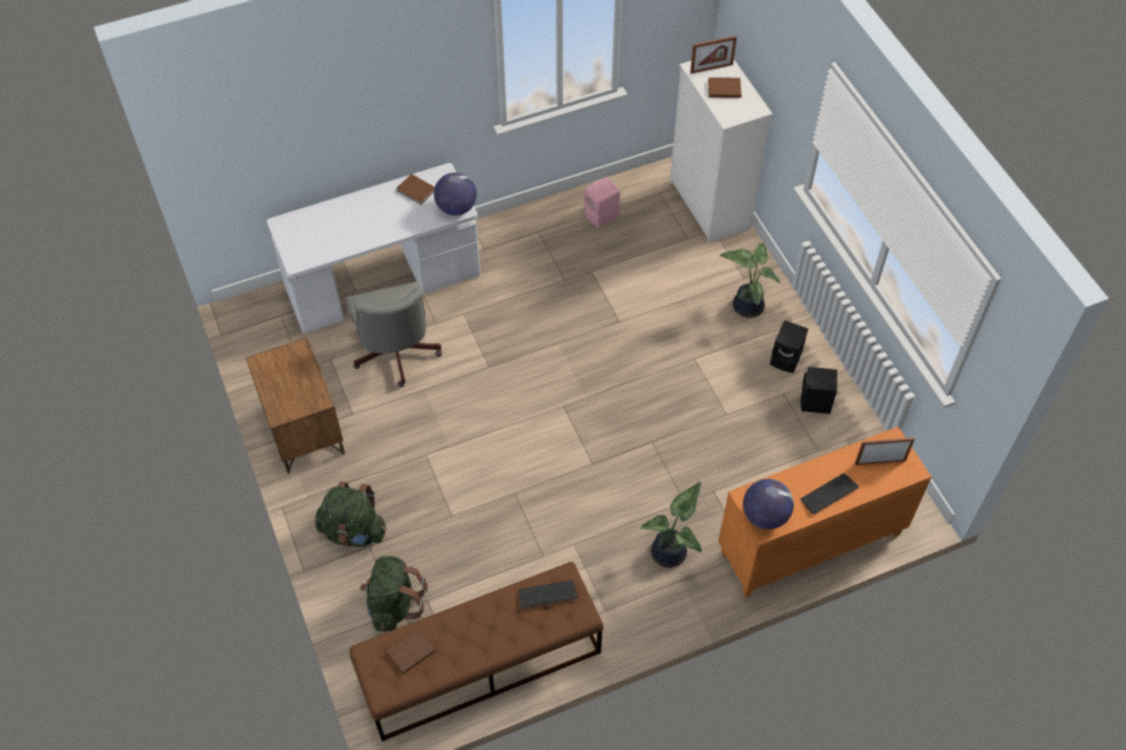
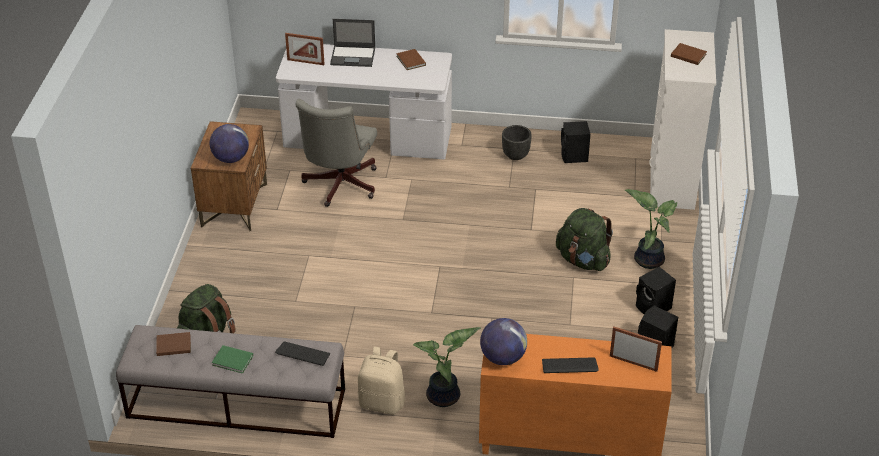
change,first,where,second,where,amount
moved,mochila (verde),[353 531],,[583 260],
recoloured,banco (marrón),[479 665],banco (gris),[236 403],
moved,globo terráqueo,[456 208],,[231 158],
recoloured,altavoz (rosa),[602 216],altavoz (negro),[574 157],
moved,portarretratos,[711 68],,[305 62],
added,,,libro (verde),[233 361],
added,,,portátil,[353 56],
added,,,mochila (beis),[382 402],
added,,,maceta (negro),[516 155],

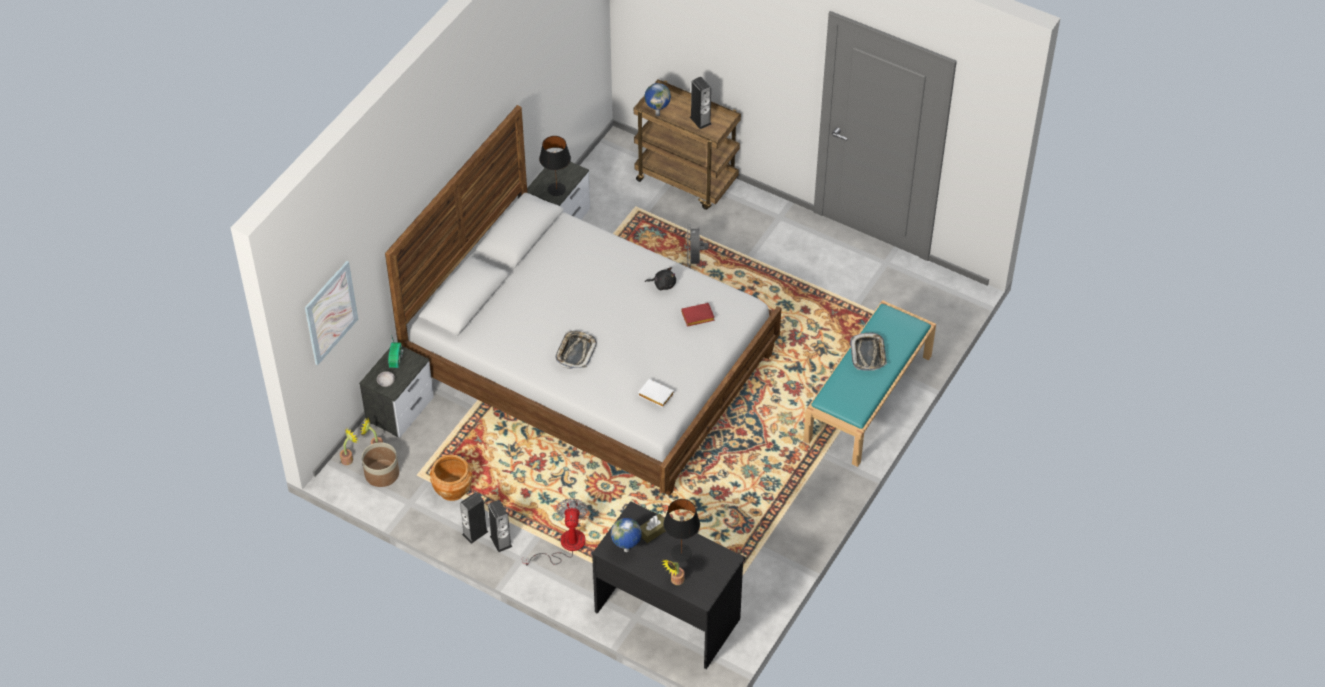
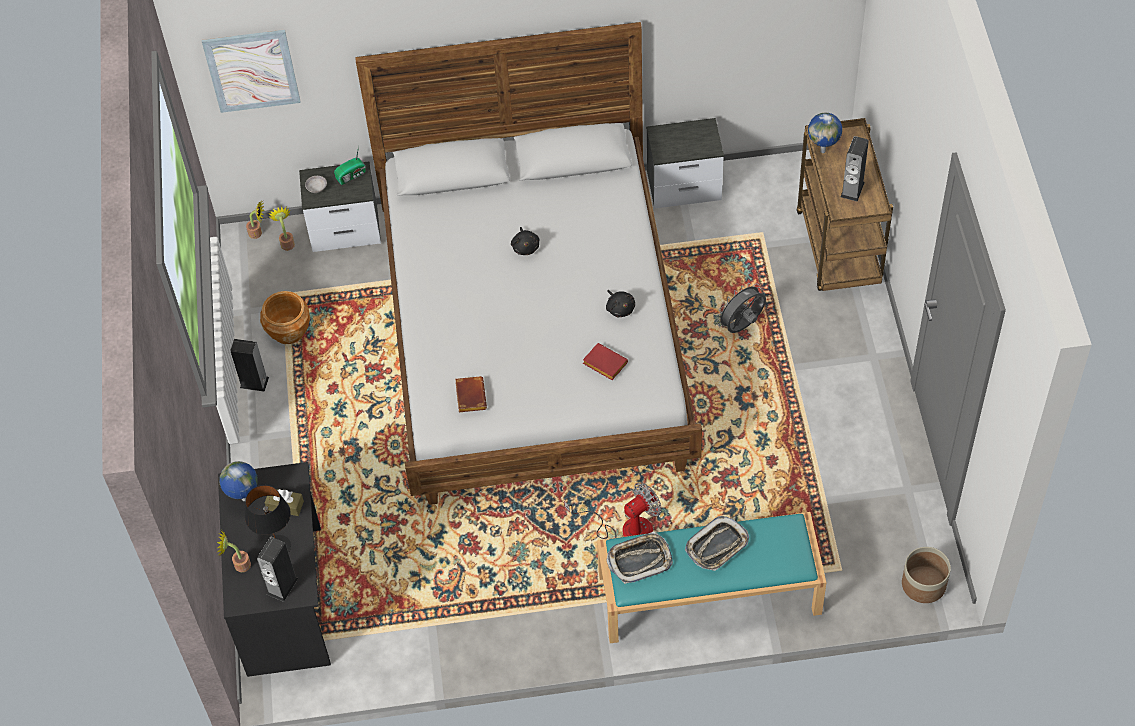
change,first,where,second,where,amount
moved,maceta,[382 473],,[924 584],
moved,altavoz,[501 541],,[282 586],
moved,ventilador,[564 546],,[625 528],
removed,lámpara de mesa (negro),[556 189],,,
moved,bandeja,[575 352],,[640 560],
recoloured,libro (blanco),[654 395],libro (marrón),[469 396],
added,,,peluche (negro),[525 247],

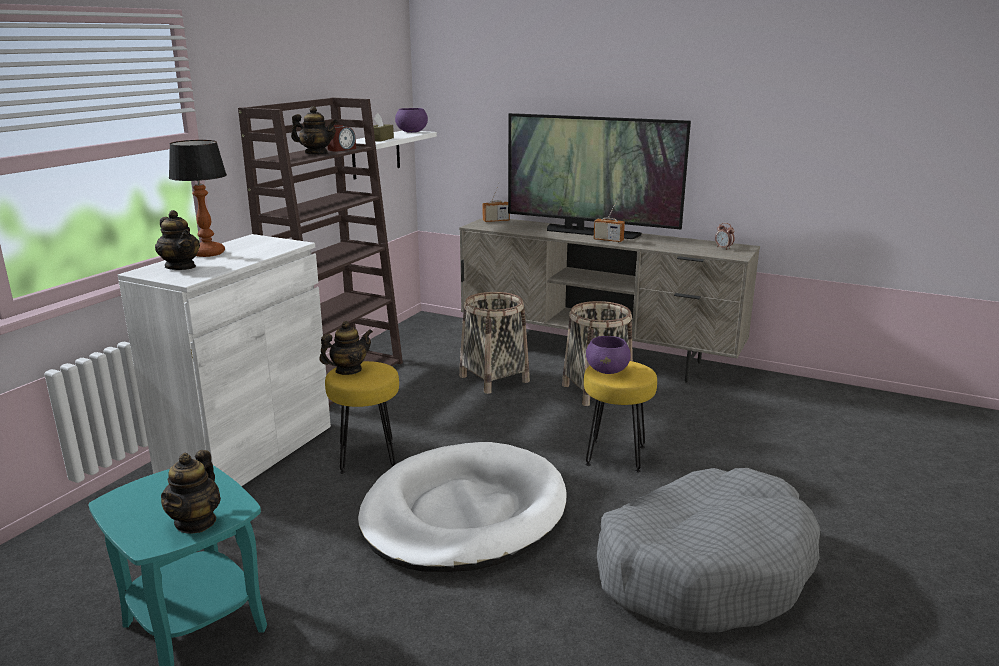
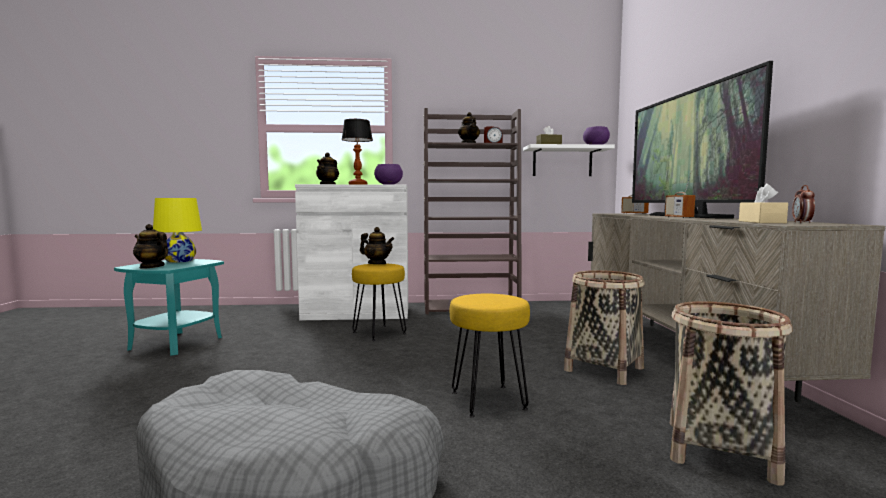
change,first,where,second,where,amount
turned,tetera,[196 522],,[151 267],45 degrees clockwise
removed,cama para perro (blanco),[464 514],,,
moved,cesta,[494 379],,[720 450],
moved,cuenco (morado),[607 371],,[388 184],
added,,,lámpara de mesa (amarillo),[180 261],
added,,,caja de pañuelos (beis),[761 222],

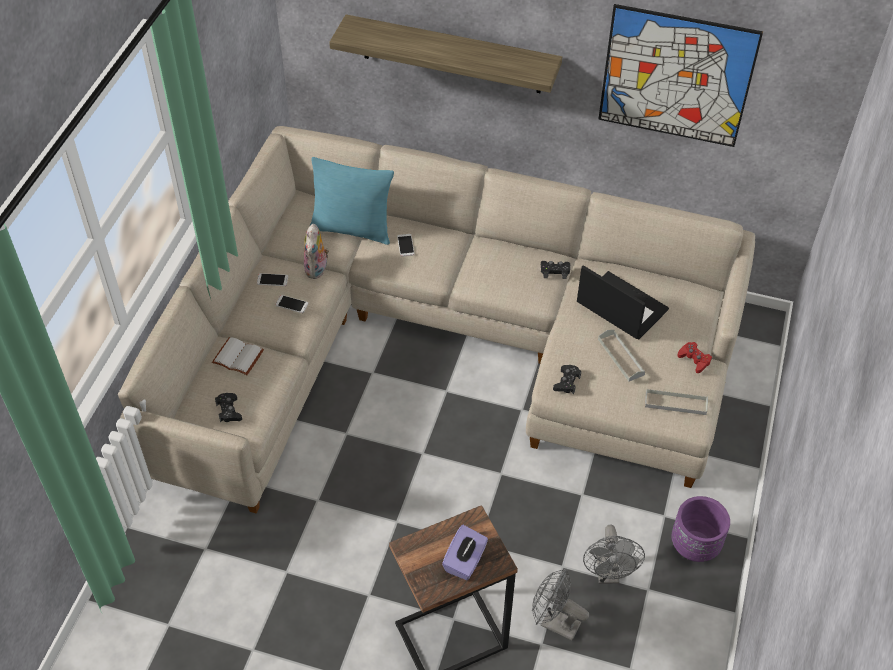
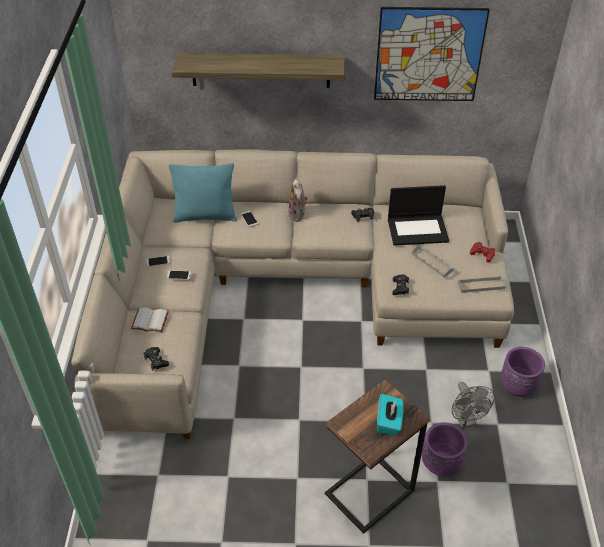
change,first,where,second,where,amount
moved,peluche,[317 270],,[298 215],
recoloured,caja de pañuelos (morado),[465 561],caja de pañuelos (turquesa),[389 422],
replaced,ventilador (gris),[554 622],maceta (morado),[441 463],
turned,portátil,[620 306],,[418 229],150 degrees clockwise

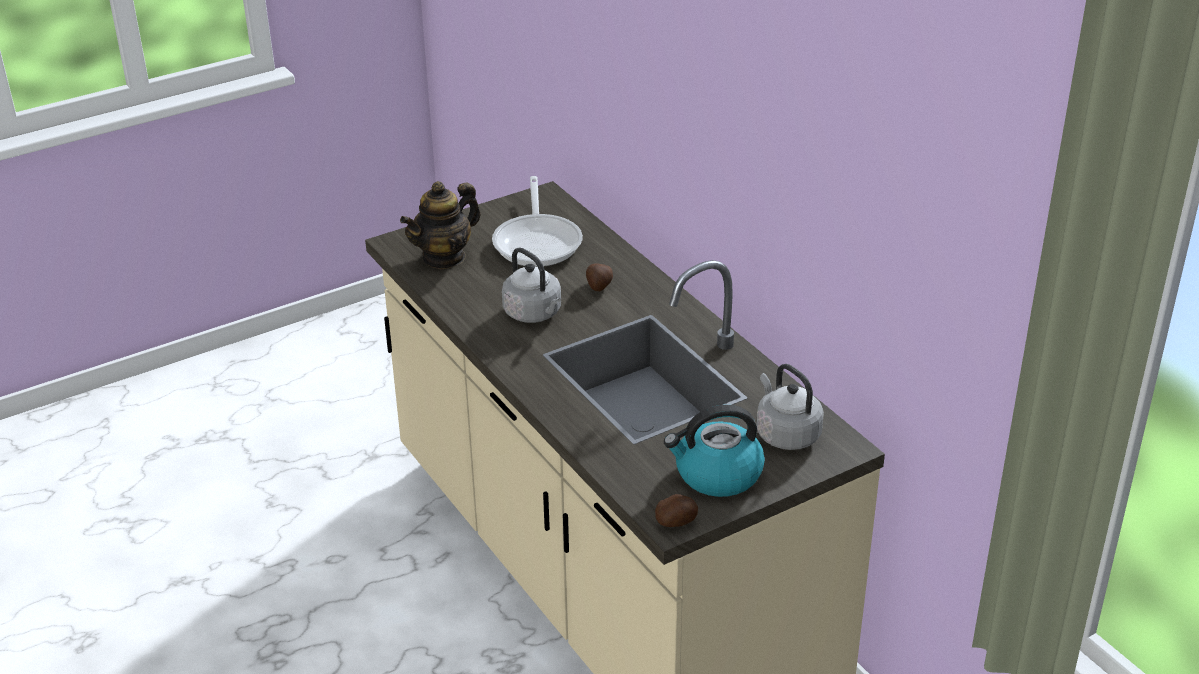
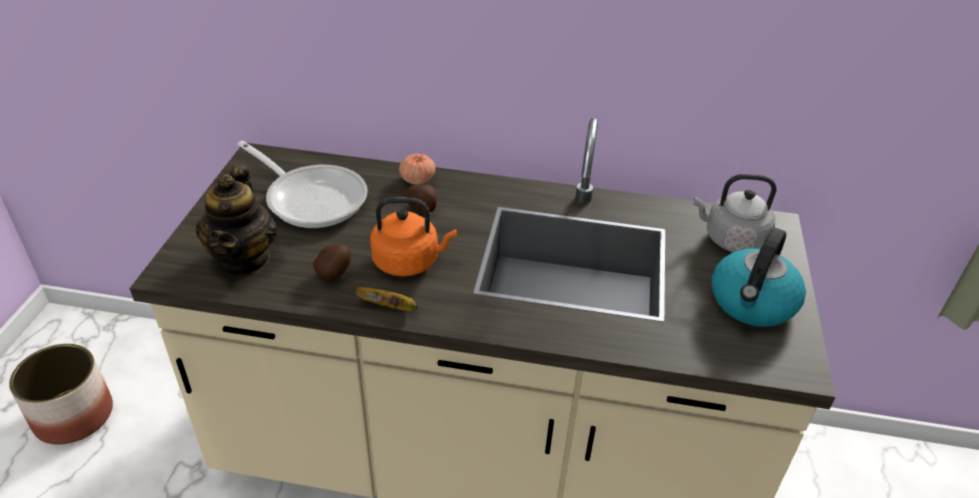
change,first,where,second,where,amount
recoloured,hervidor (gris),[534 314],hervidor (naranja),[409 262],
moved,patata,[676 522],,[335 272],
added,,,maceta,[74 416],
added,,,plátano,[389 307],
added,,,tomate,[417 179],

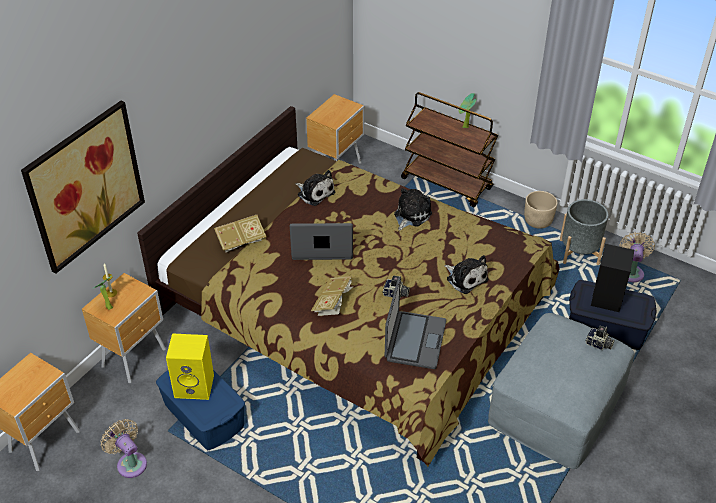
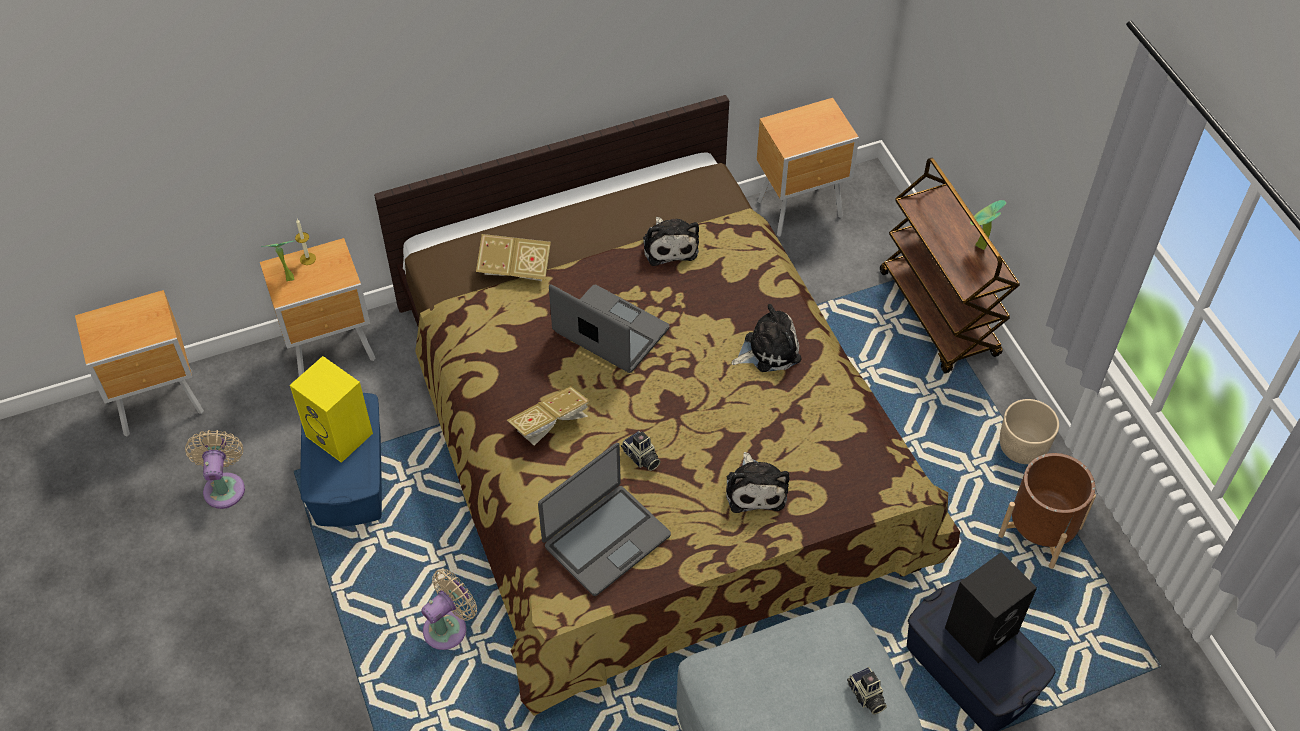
change,first,where,second,where,amount
removed,cuadro,[85 186],,,
recoloured,maceta (gris),[579 252],maceta (marrón),[1040 531],
moved,ventilador (beis),[631 272],,[449 627],

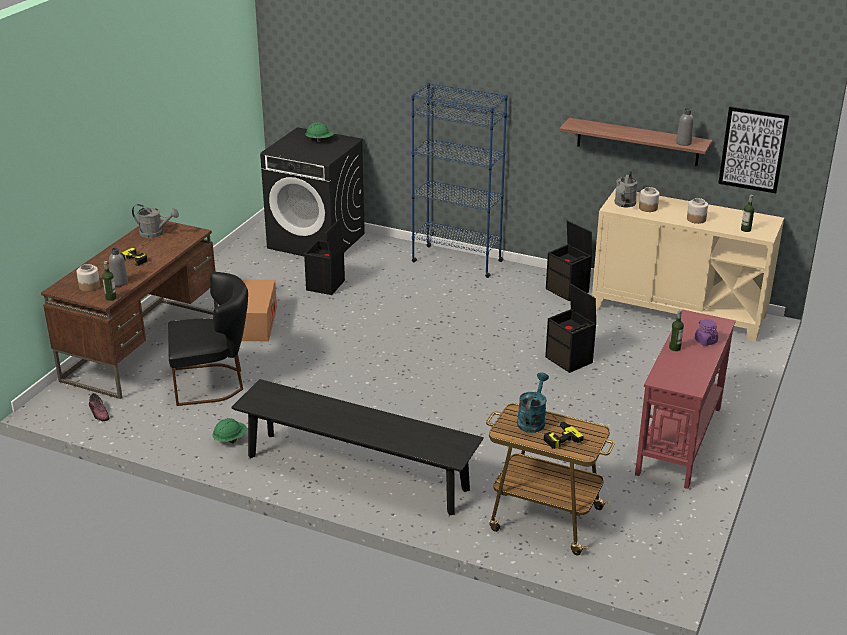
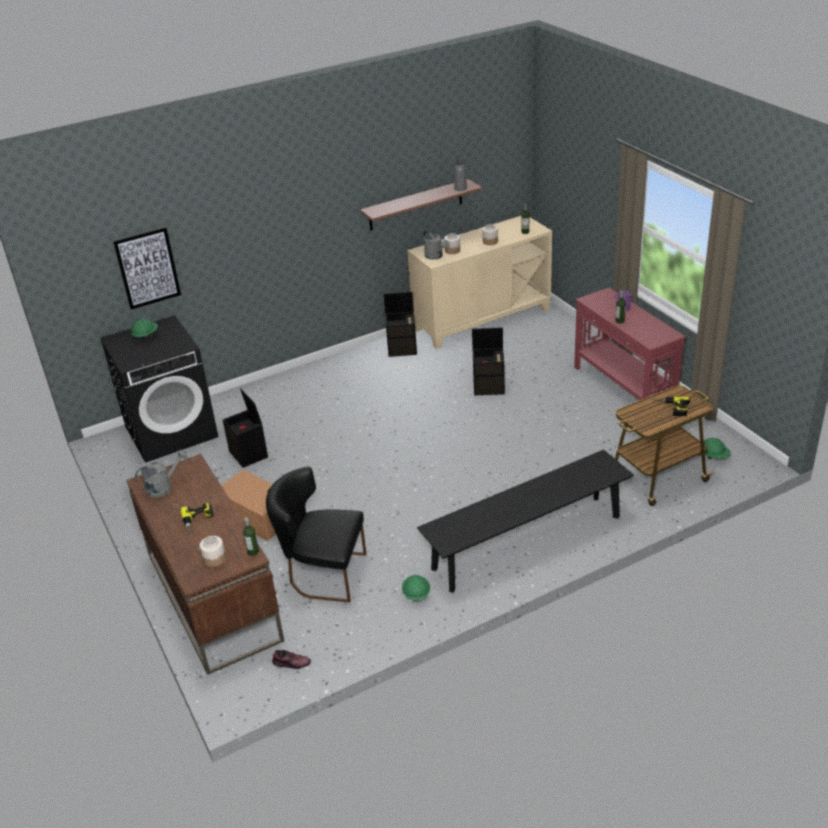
change,first,where,second,where,amount
removed,botella (gris),[119 282],,,
turned,silla (negro),[213 383],,[322 574],105 degrees counterclockwise
removed,estantería (azul),[456 261],,,
removed,regadera (turquesa),[532 420],,,
moved,cuadro,[753 149],,[147 268],
added,,,casco (verde),[714 456],

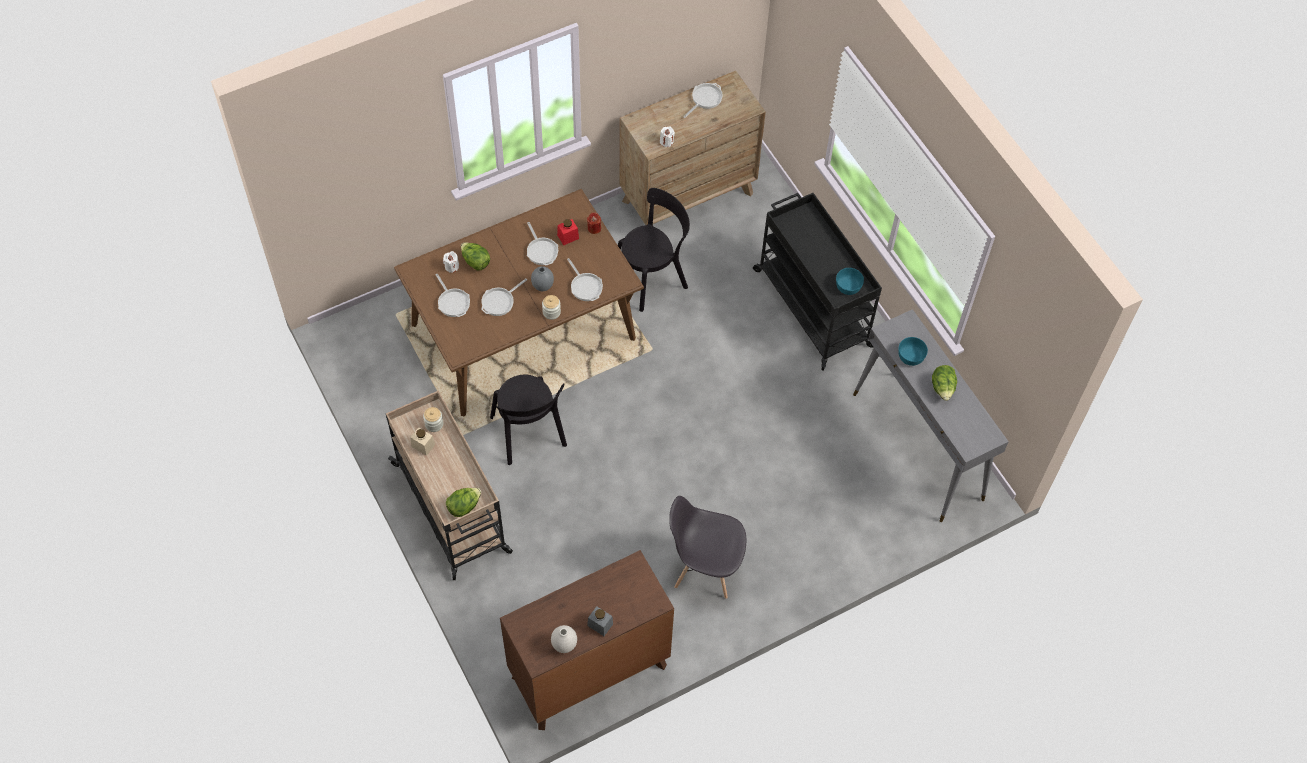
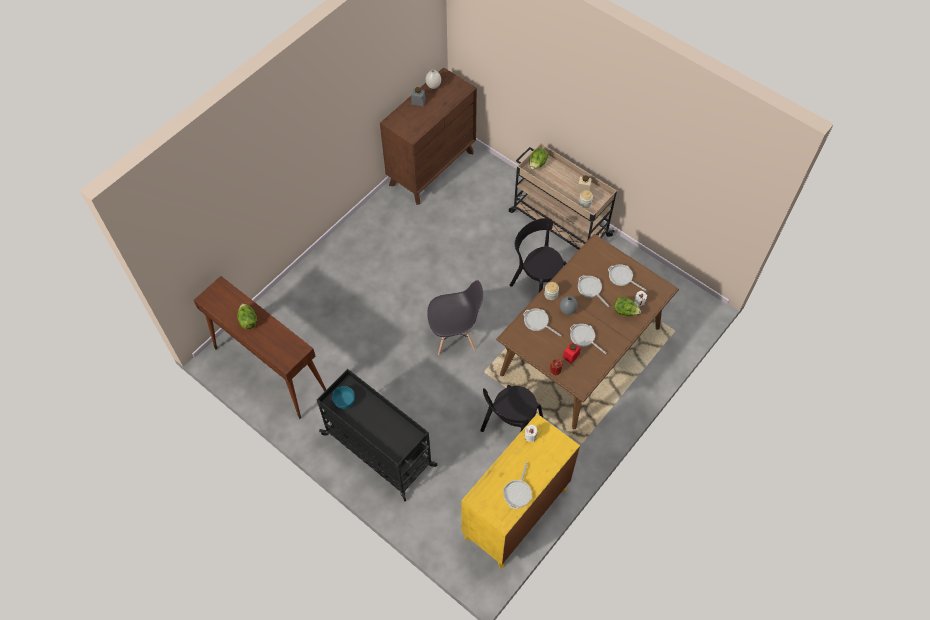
change,first,where,second,where,amount
turned,sartén,[500 301],,[590 289],60 degrees counterclockwise
recoloured,cómoda (marrón),[687 196],cómoda (amarillo),[516 513],
moved,silla (gris),[704 569],,[454 336],
recoloured,mesa consola (gris),[918 447],mesa consola (marrón),[269 369],
removed,cuenco (turquesa),[910 356],,,

